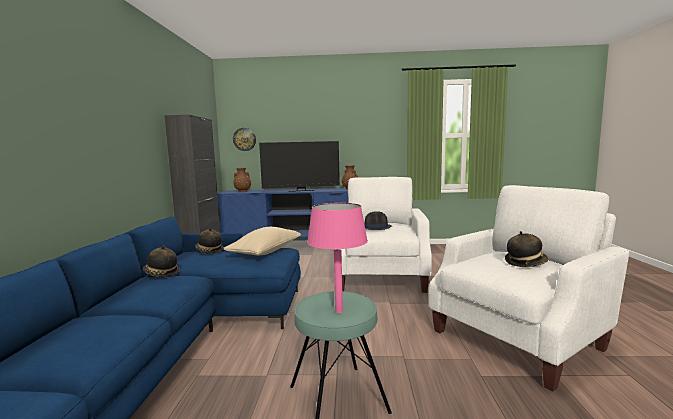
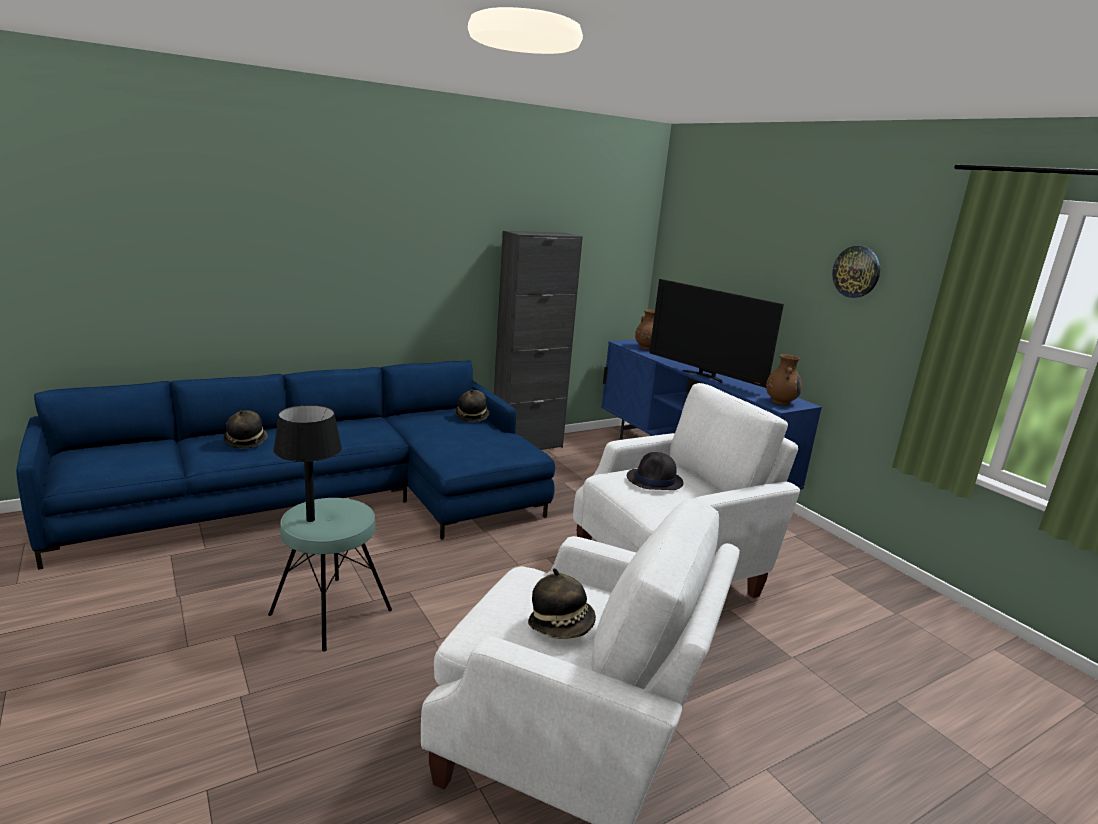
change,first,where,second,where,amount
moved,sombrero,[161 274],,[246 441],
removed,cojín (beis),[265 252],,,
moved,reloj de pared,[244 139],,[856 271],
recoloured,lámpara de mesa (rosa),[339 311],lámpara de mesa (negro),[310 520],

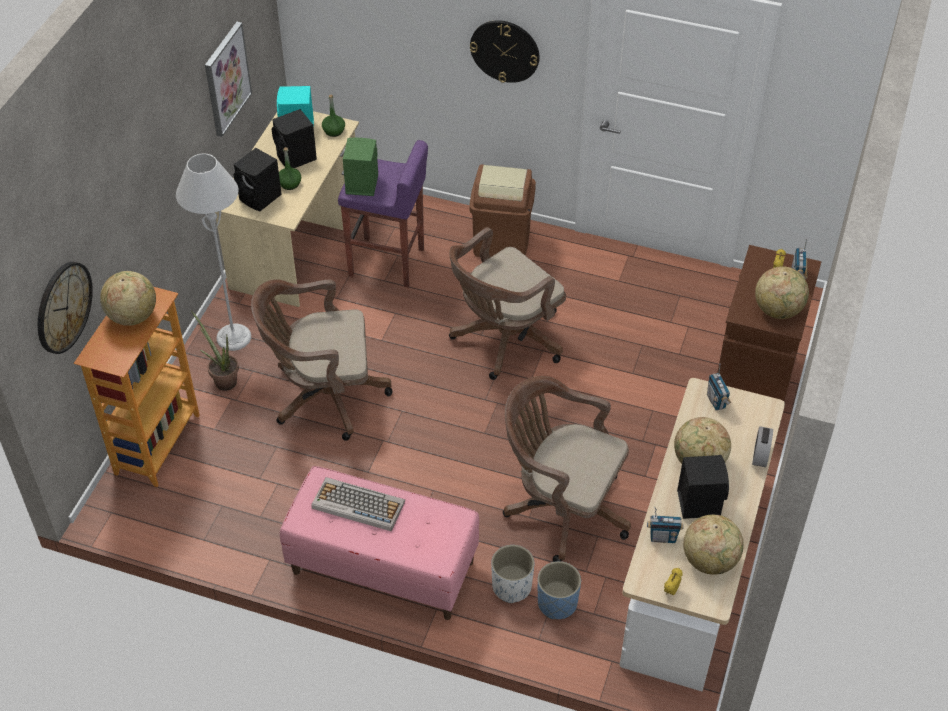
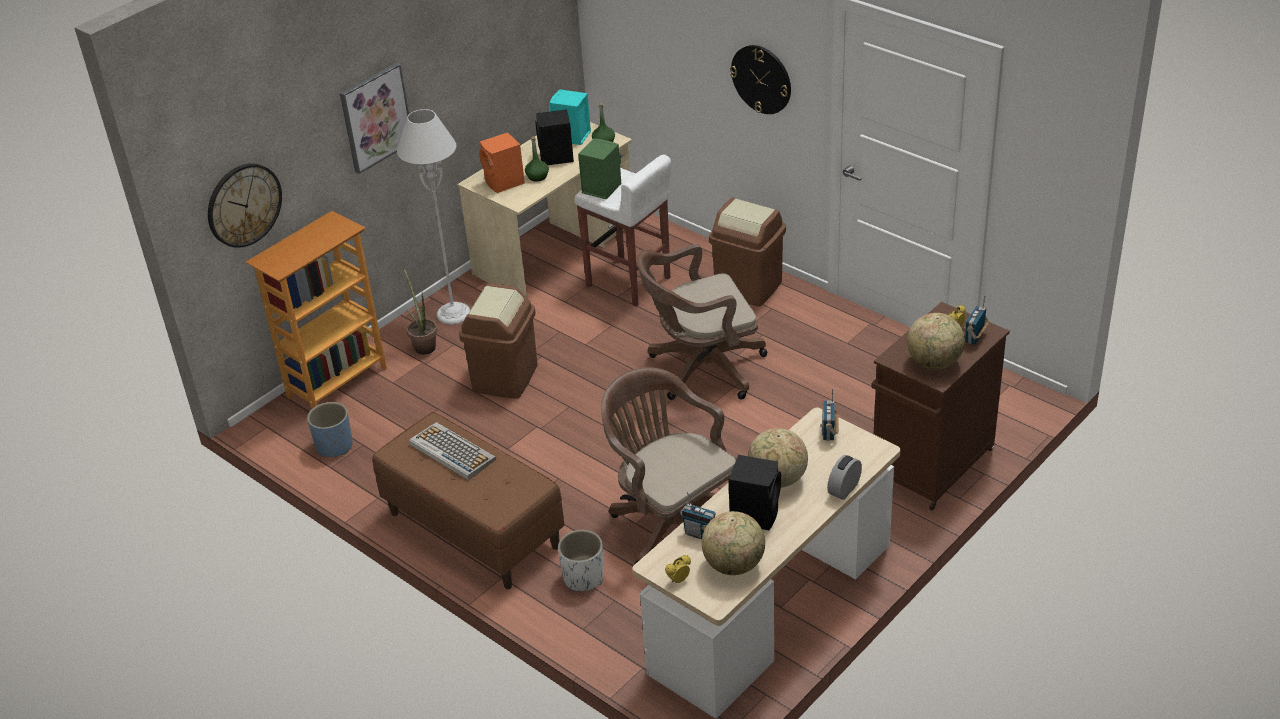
change,first,where,second,where,amount
removed,globo terráqueo,[132 316],,,
moved,cuadro,[226 79],,[375 117],
recoloured,altavoz (negro),[261 198],altavoz (naranja),[505 183],
replaced,silla de oficina (marrón),[323 396],papelera (marrón),[504 378],
recoloured,banco (rosa),[382 567],banco (marrón),[473 530],
recoloured,taburete (morado),[387 263],taburete (blanco),[629 283],
moved,maceta (azul),[557 603],,[334 446],

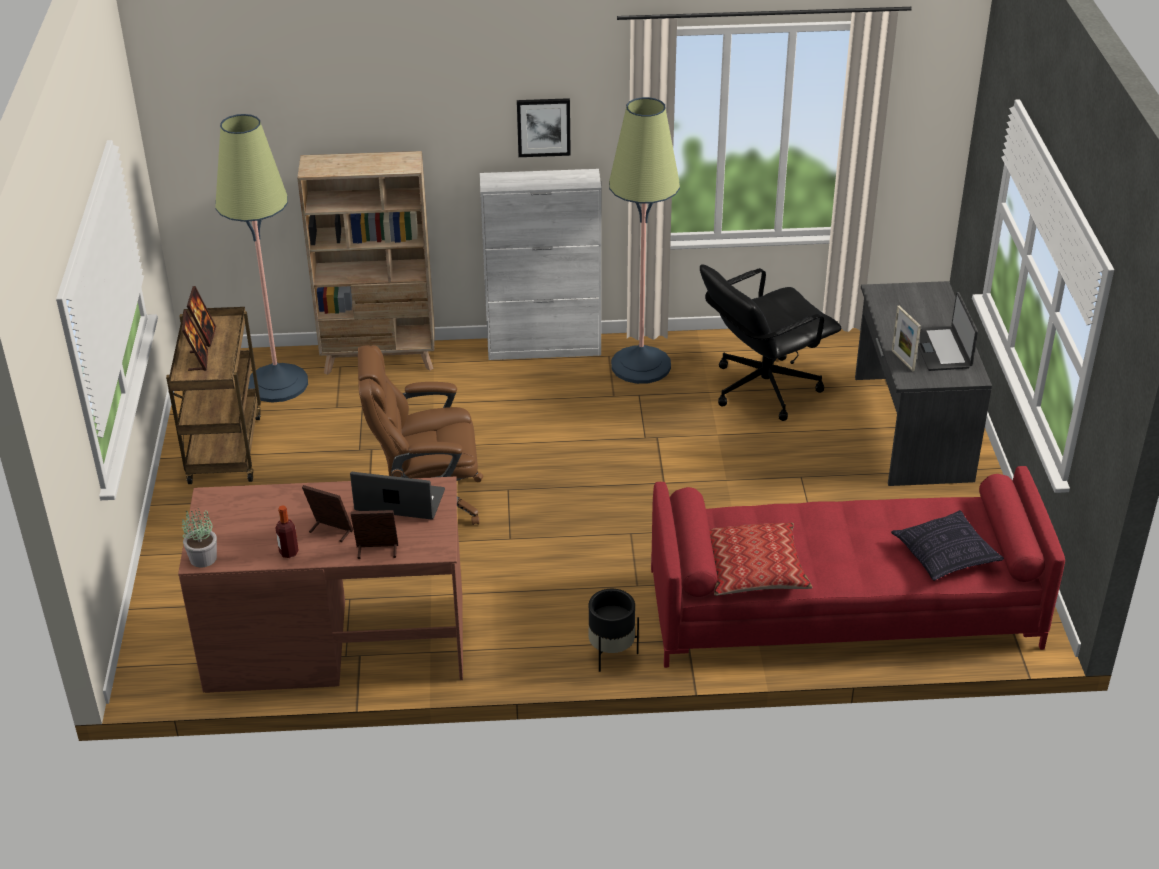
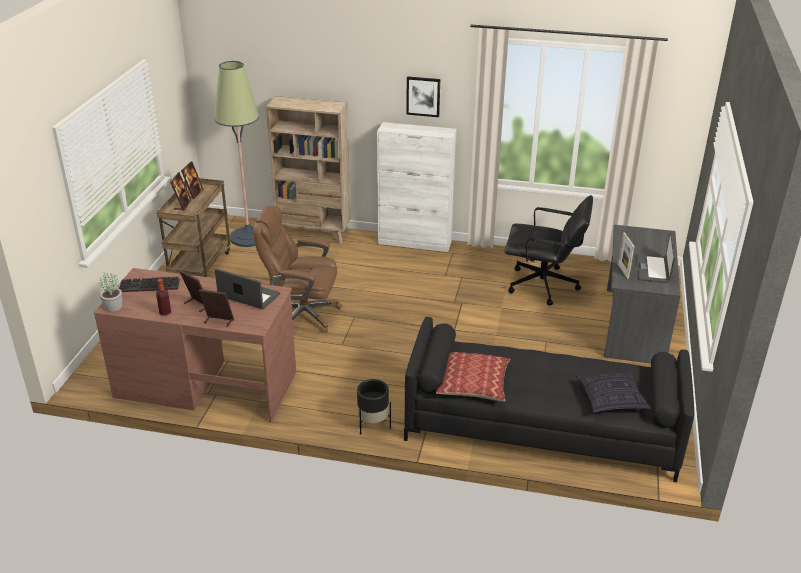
change,first,where,second,where,amount
removed,lámpara de pie,[641 365],,,
recoloured,sofá (rojo),[842 608],sofá (negro),[541 427],
turned,silla de oficina (negro),[763 388],,[543 286],150 degrees counterclockwise
added,,,teclado,[148 286],

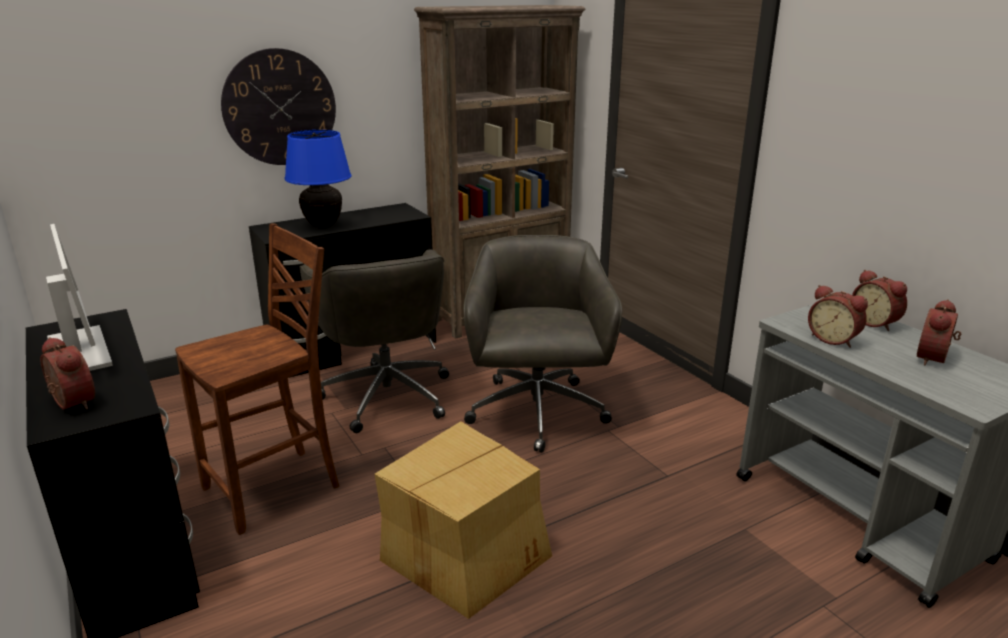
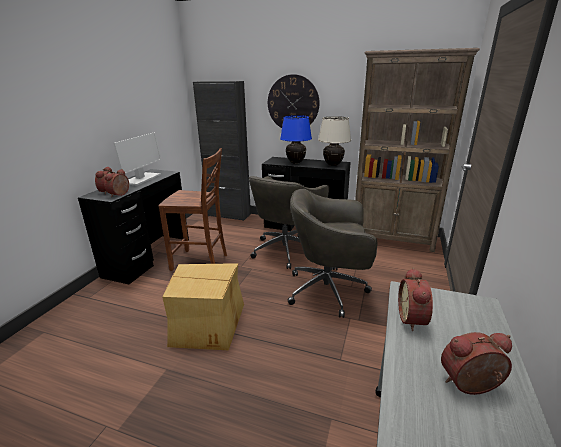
change,first,where,second,where,amount
turned,silla de oficina (gris),[536 414],,[329 290],135 degrees counterclockwise
moved,despertador,[875 323],,[120 194],
added,,,armario (negro),[229 215],
added,,,lámpara de mesa (beis),[333 165],

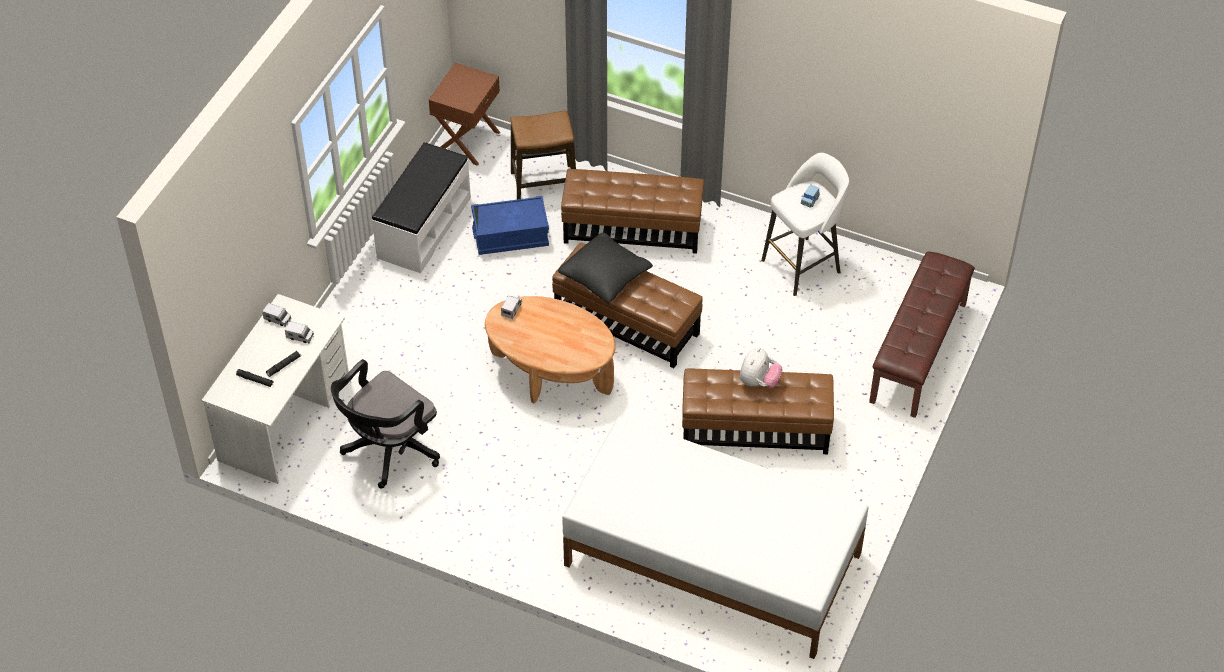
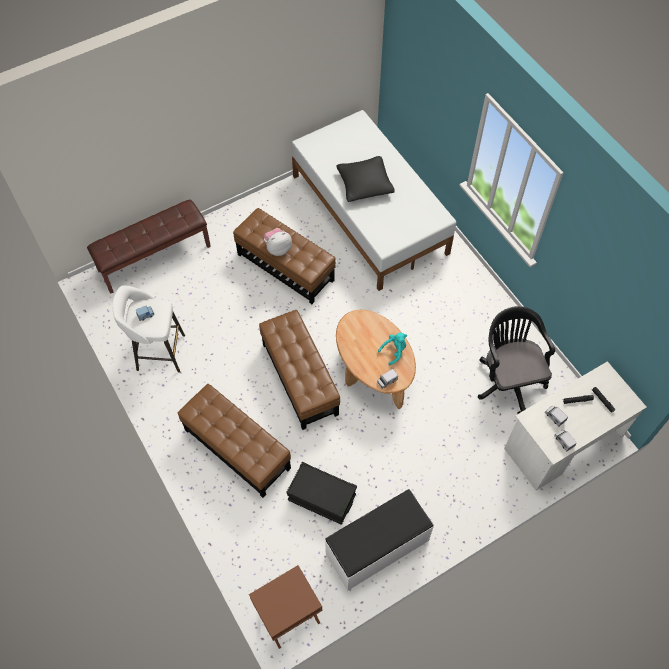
change,first,where,second,where,amount
turned,silla de oficina (negro),[388 451],,[508 379],90 degrees counterclockwise
recoloured,caja de almacenaje (azul),[511 236],caja de almacenaje (negro),[322 498],
removed,taburete,[544 184],,,
moved,cojín (negro),[605 276],,[364 184],
added,,,peluche (turquesa),[394 351],

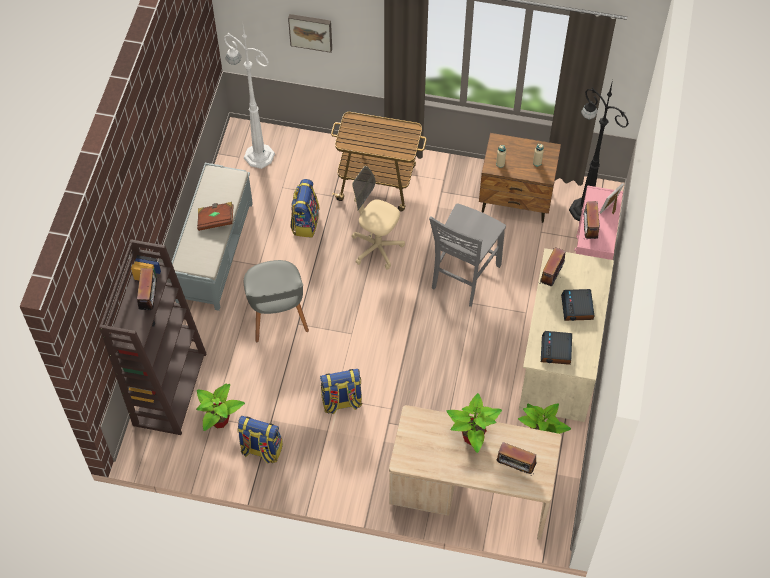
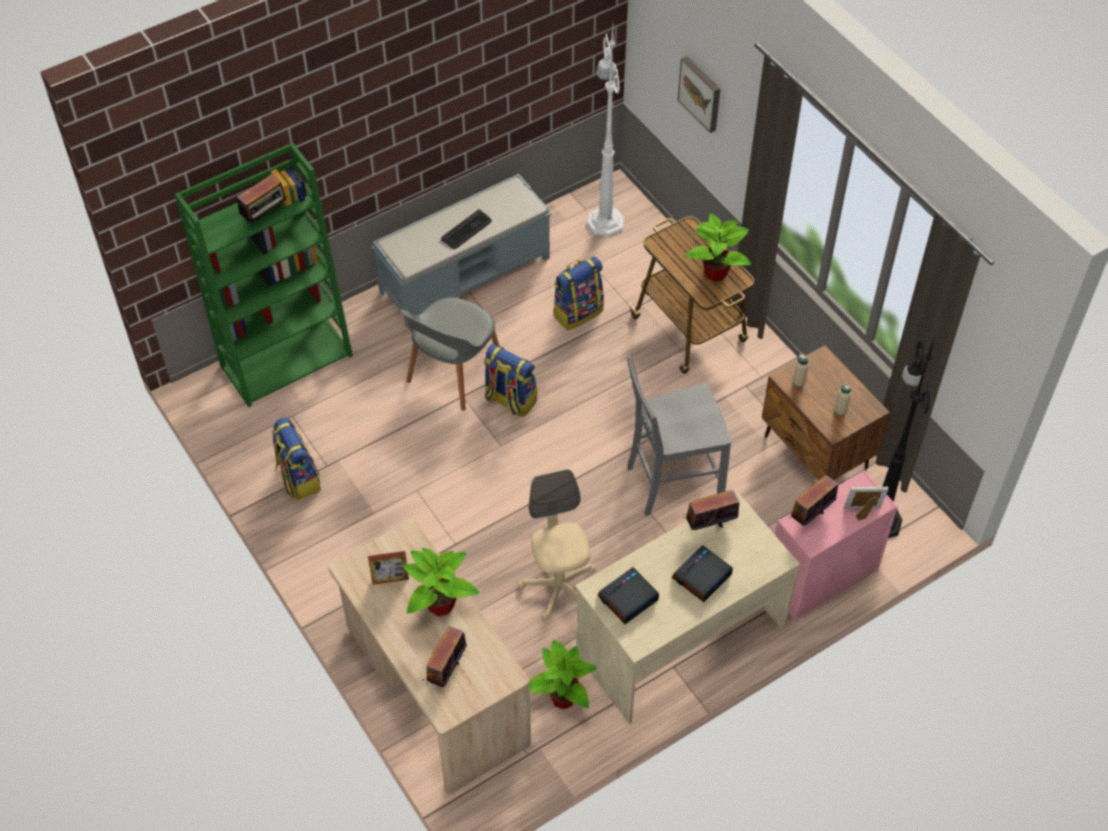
change,first,where,second,where,amount
recoloured,estantería (marrón),[169 388],estantería (verde),[287 359],
moved,planta en maceta,[219 420],,[716 273],
replaced,libro (marrón),[216 220],teclado,[467 230],
moved,mochila,[341 402],,[509 400],
moved,silla de oficina (beis),[377 248],,[559 587],
turned,radio,[515 467],,[446 670],45 degrees clockwise
added,,,portarretratos,[390 579],

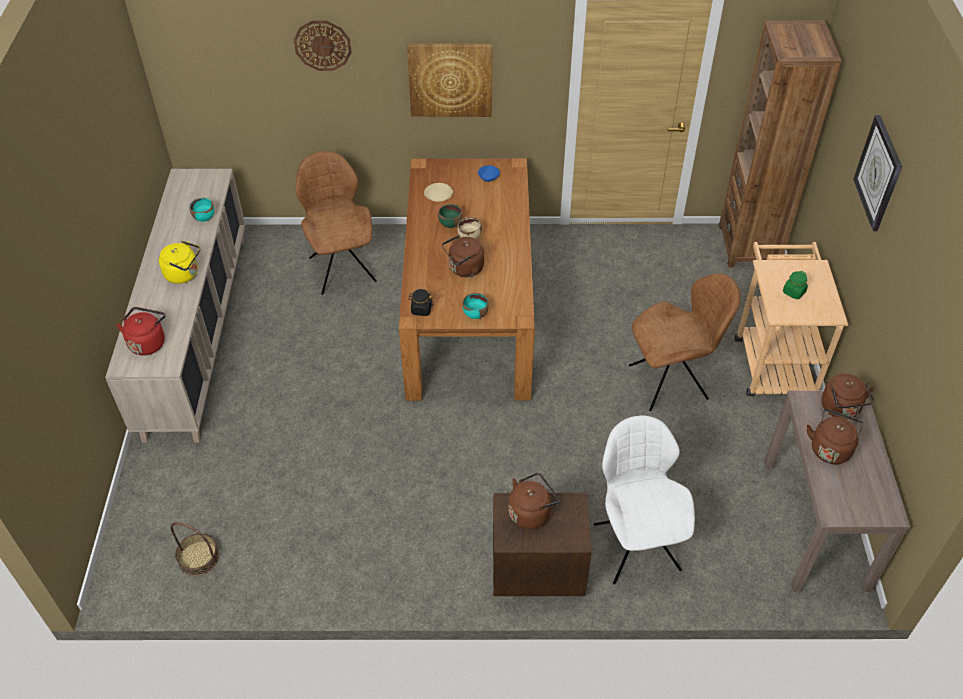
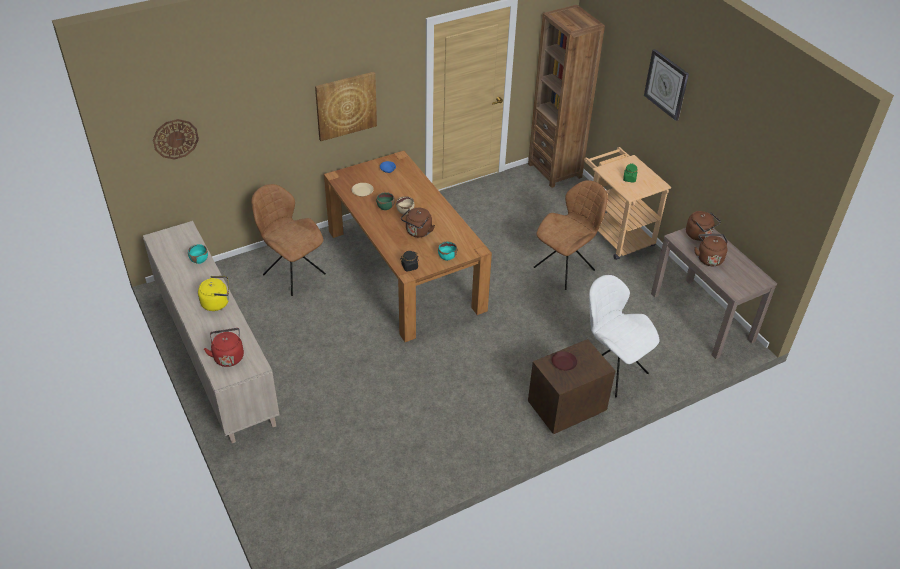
change,first,where,second,where,amount
removed,cesta,[198 558],,,
moved,reloj de pared,[322 45],,[175 139],
replaced,hervidor (marrón),[531 512],plato (marrón),[564 363],

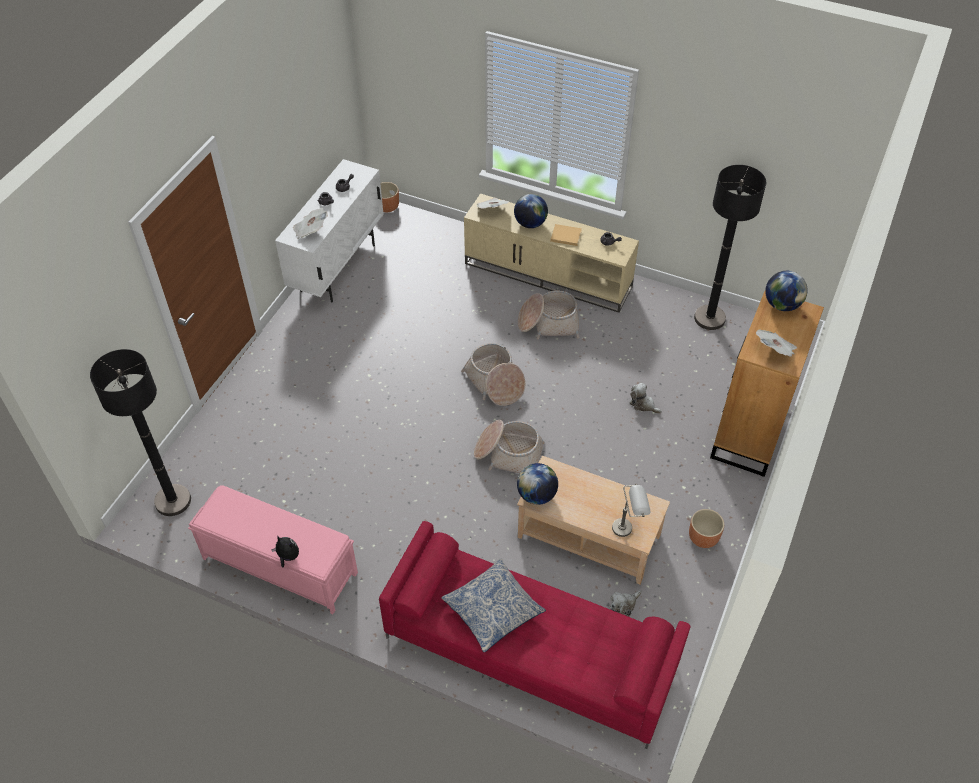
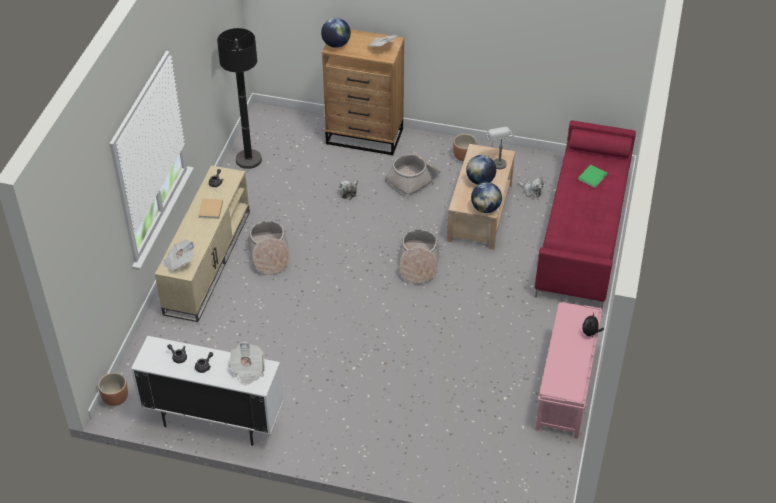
change,first,where,second,where,amount
removed,lámpara de pie (negro),[173 501],,,
removed,cojín,[493 609],,,
moved,cesta,[495 382],,[414 179],
moved,globo terráqueo,[530 223],,[480 181],
added,,,libro (verde),[593 176],

